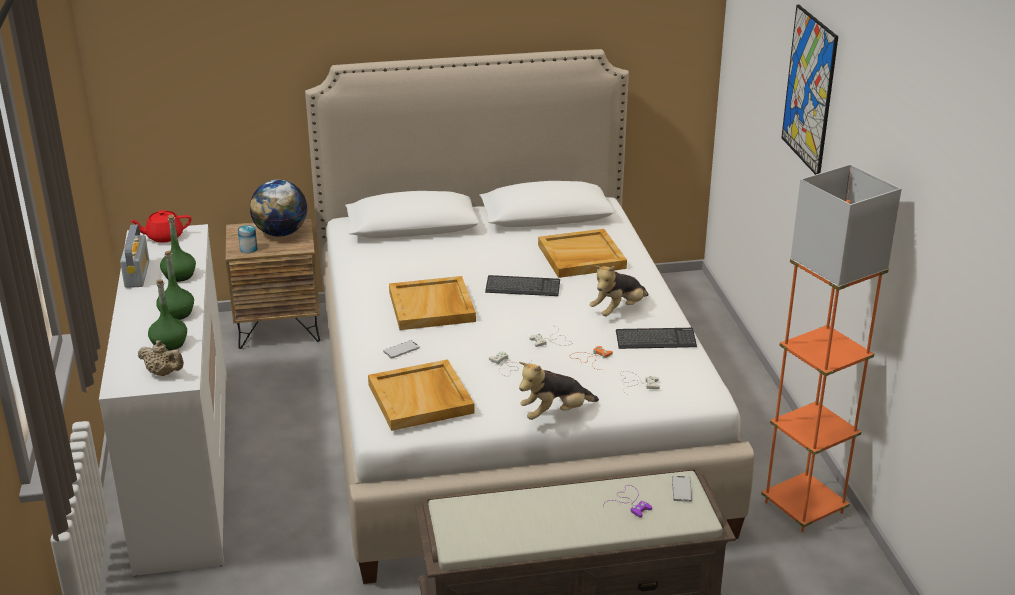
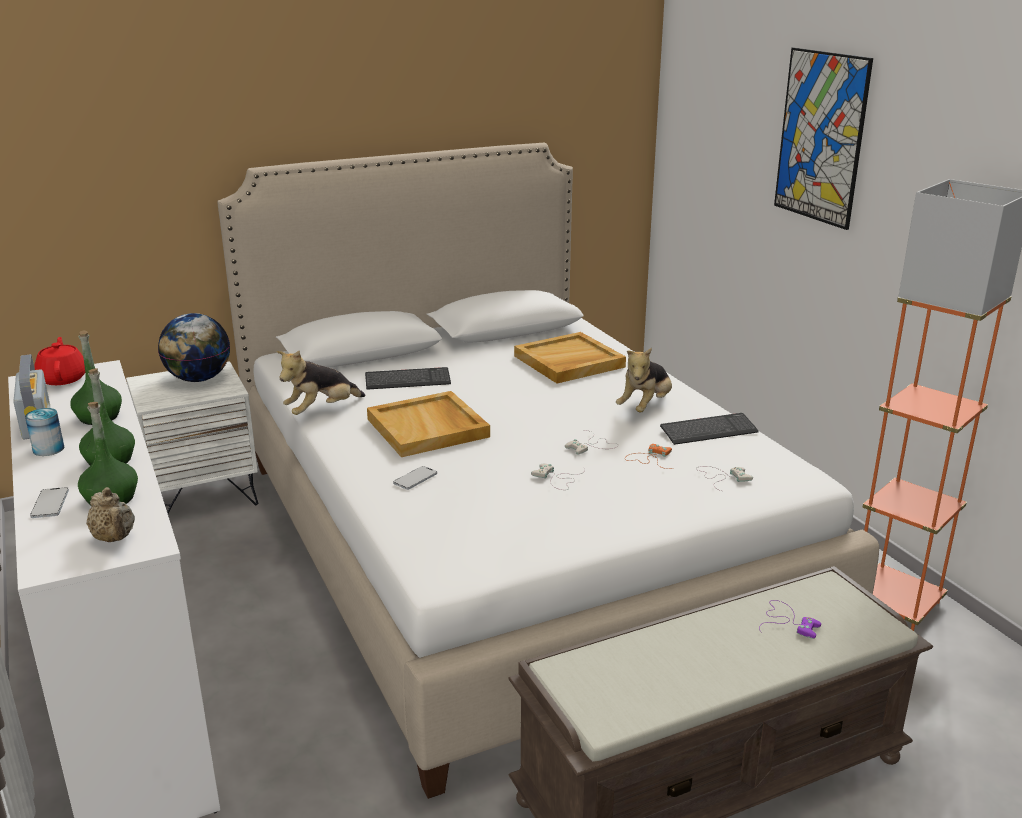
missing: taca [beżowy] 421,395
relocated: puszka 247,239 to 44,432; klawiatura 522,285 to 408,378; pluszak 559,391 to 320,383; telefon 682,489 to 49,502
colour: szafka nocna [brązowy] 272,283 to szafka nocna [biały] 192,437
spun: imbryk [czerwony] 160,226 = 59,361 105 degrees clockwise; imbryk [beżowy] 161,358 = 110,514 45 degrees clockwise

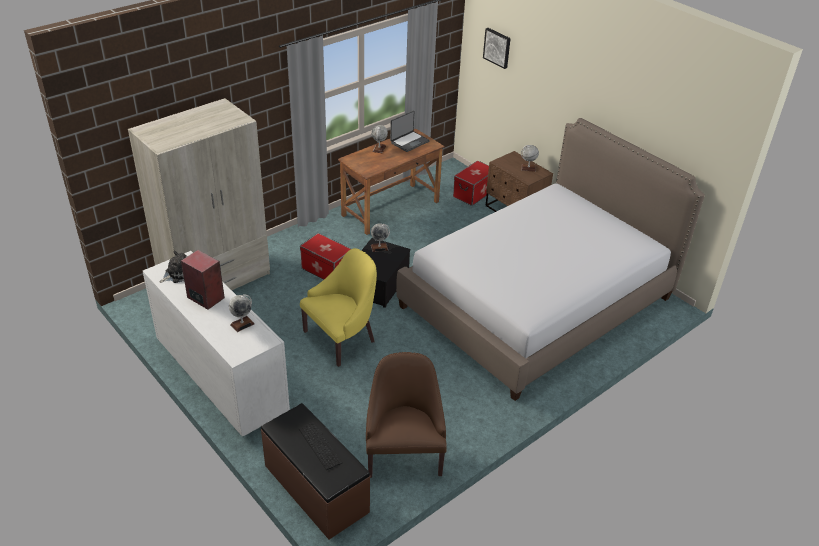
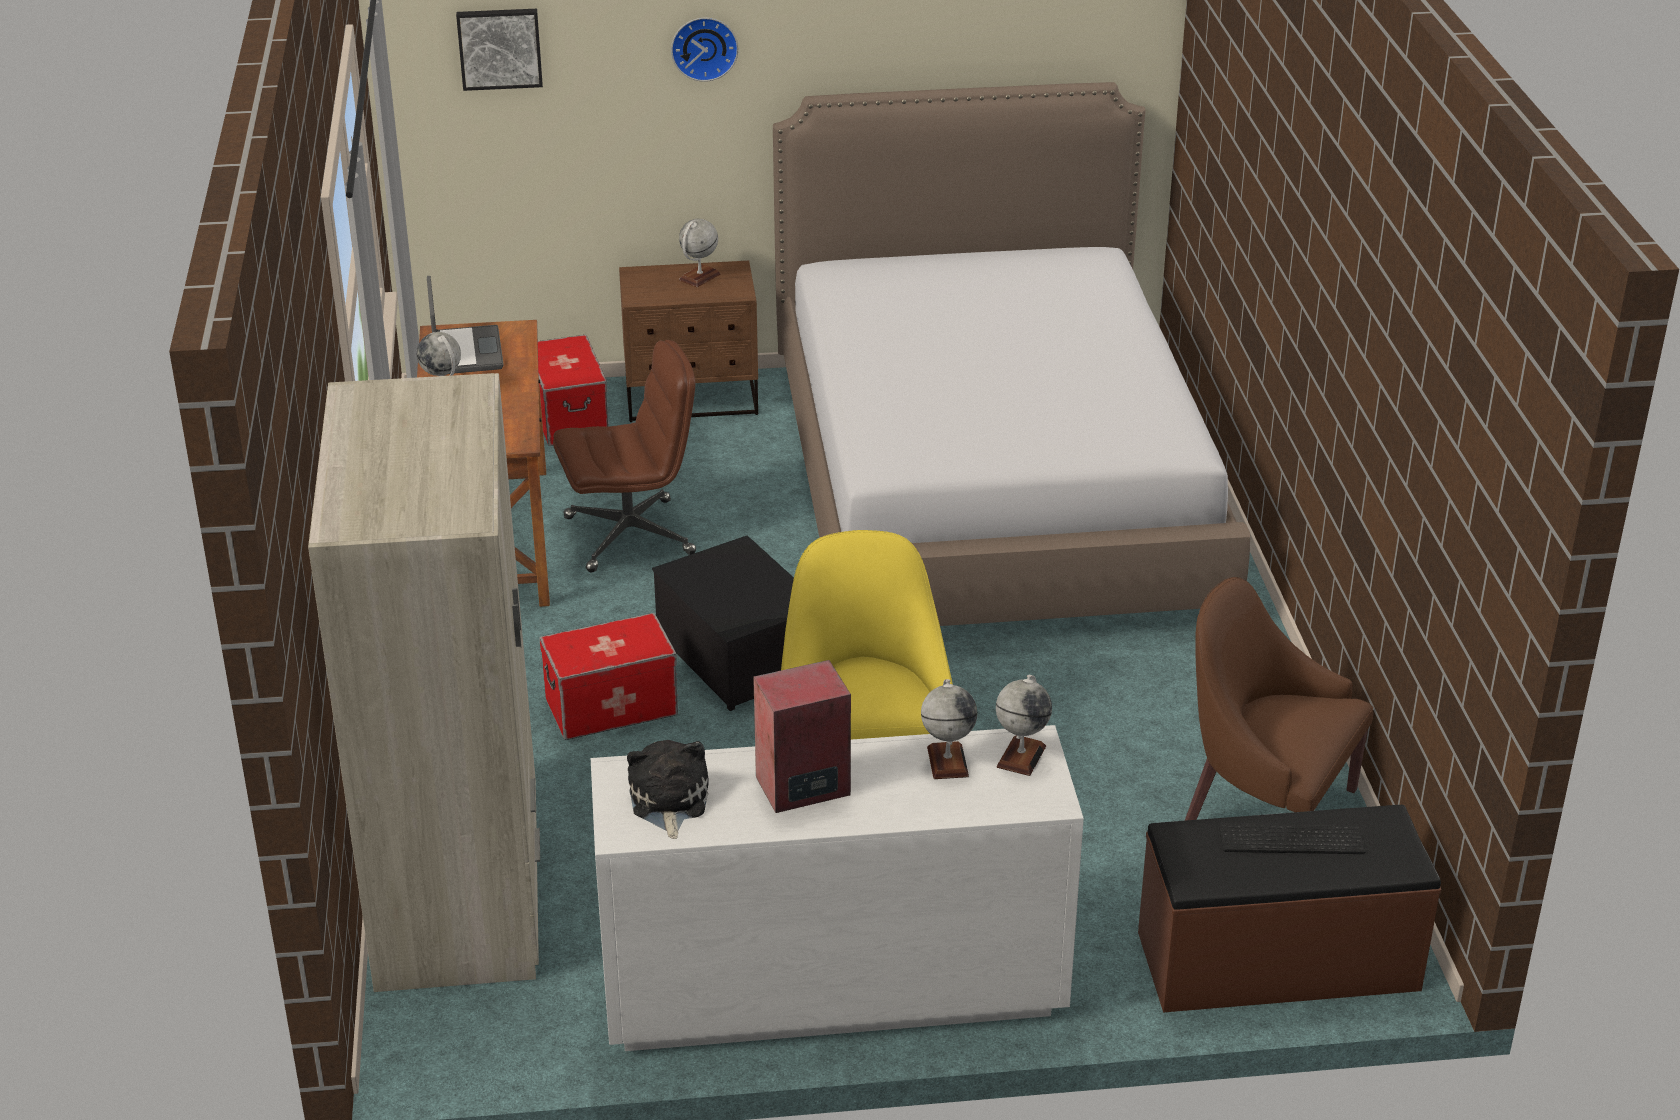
appeared: zegar ścienny 704,50; krzesło biurowe [brązowy] 624,456
relocated: globus 380,237 to 1024,725

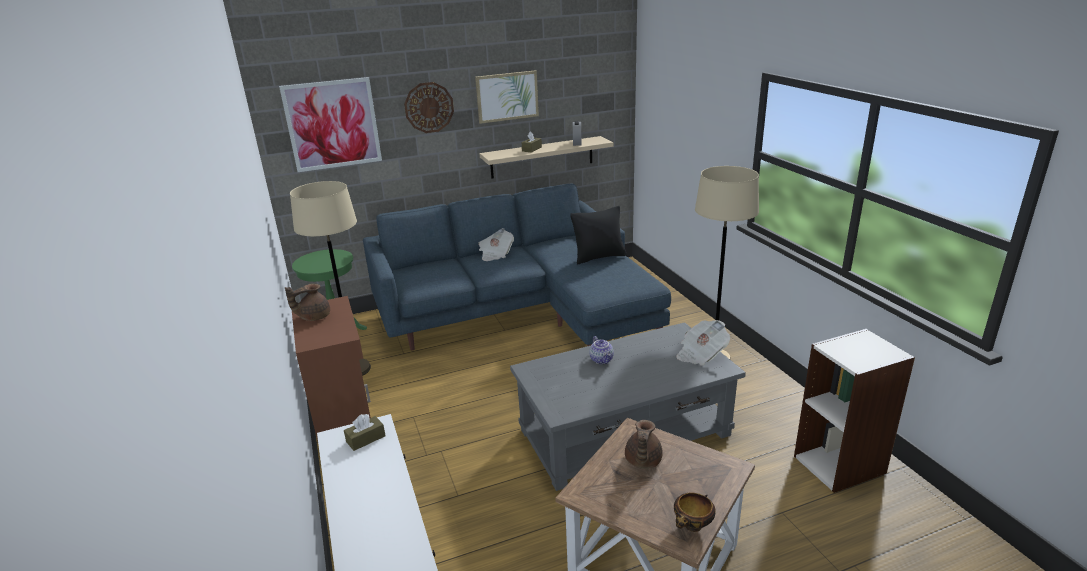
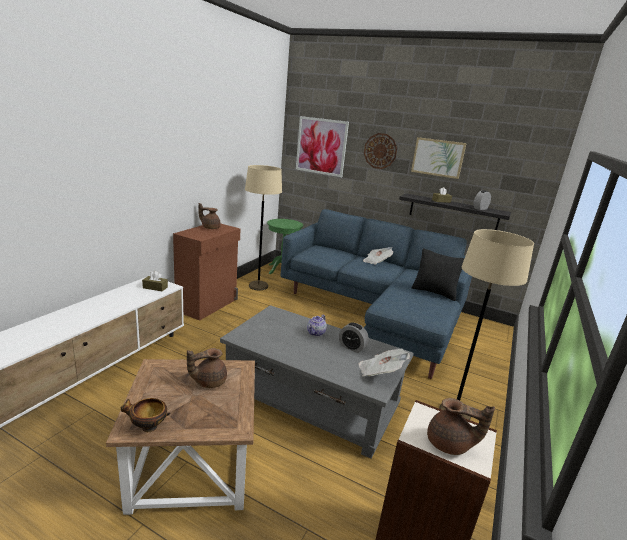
appeared: budzik 354,337; imbryk [brązowy] 461,426
colour: półka [beżowy] 546,157 to półka [czarny] 455,211

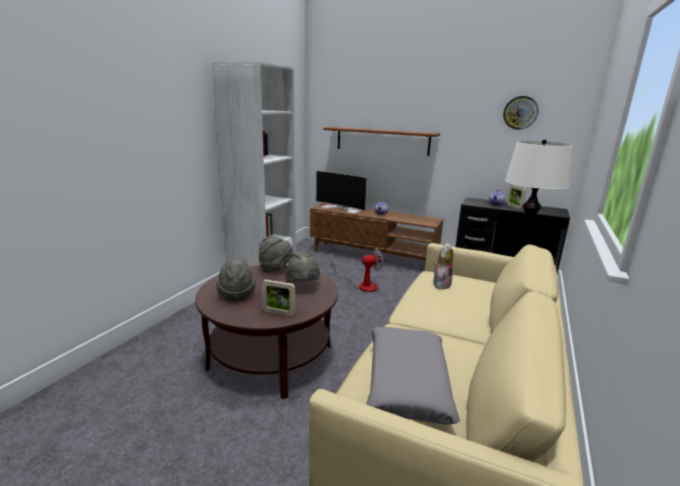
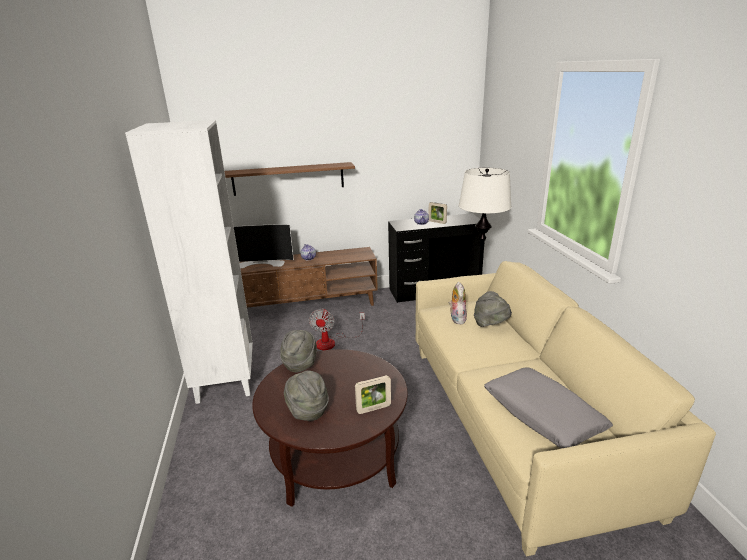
missing: zegar ścienny 520,113
relocated: kapelusz [szary] 302,267 to 493,309
spun: wentylator 357,270 = 337,329 150 degrees clockwise

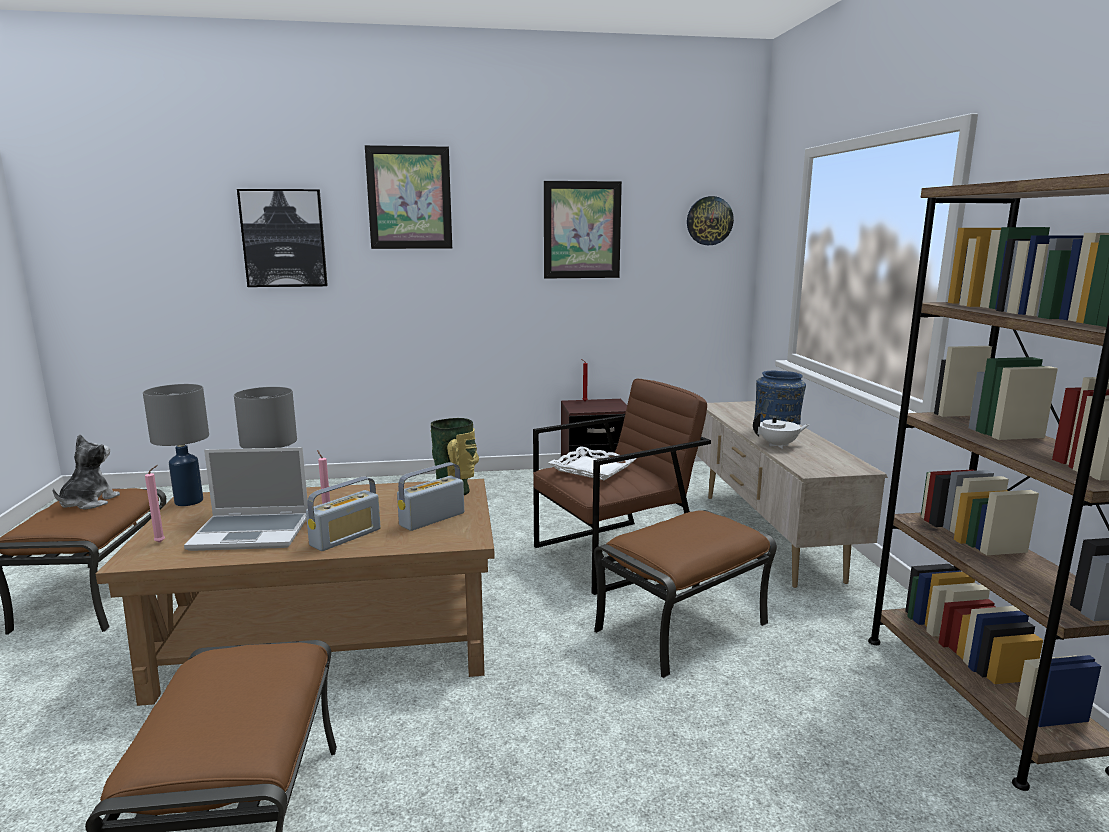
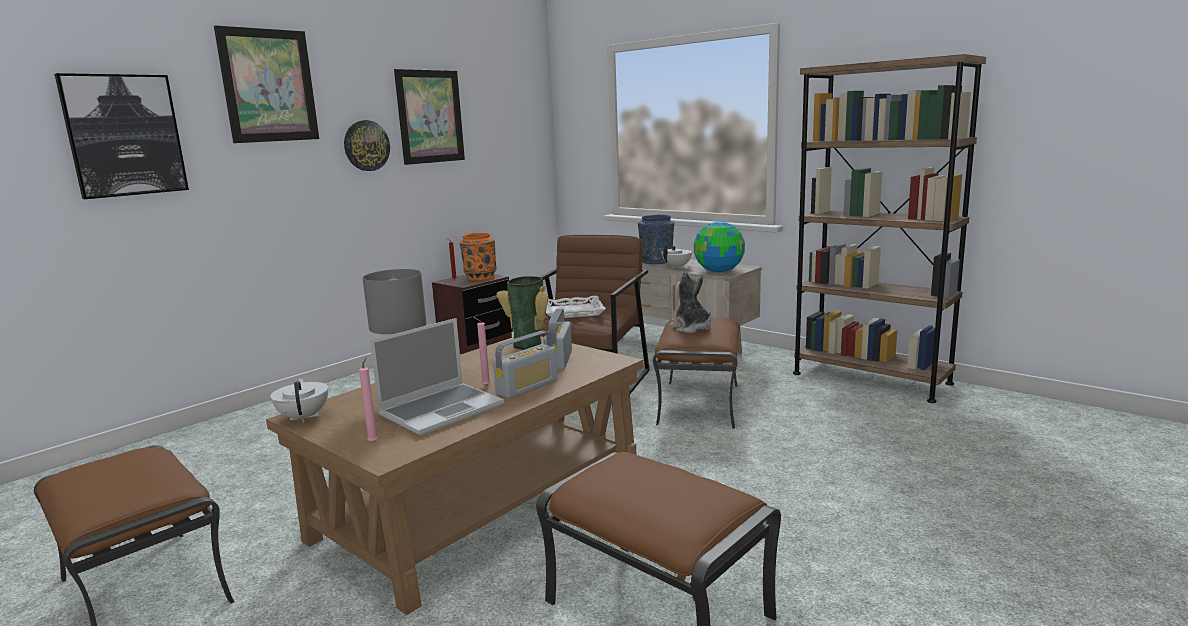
appeared: globus 719,247; wazon [pomarańczowy] 478,257
relocated: zegar ścienny 710,220 to 367,145; pluszak 86,472 to 690,302
exchanged: lampa stołowa [szary] 176,445 to imbryk [biały] 299,400
spun: radio 343,513 = 525,364 45 degrees clockwise

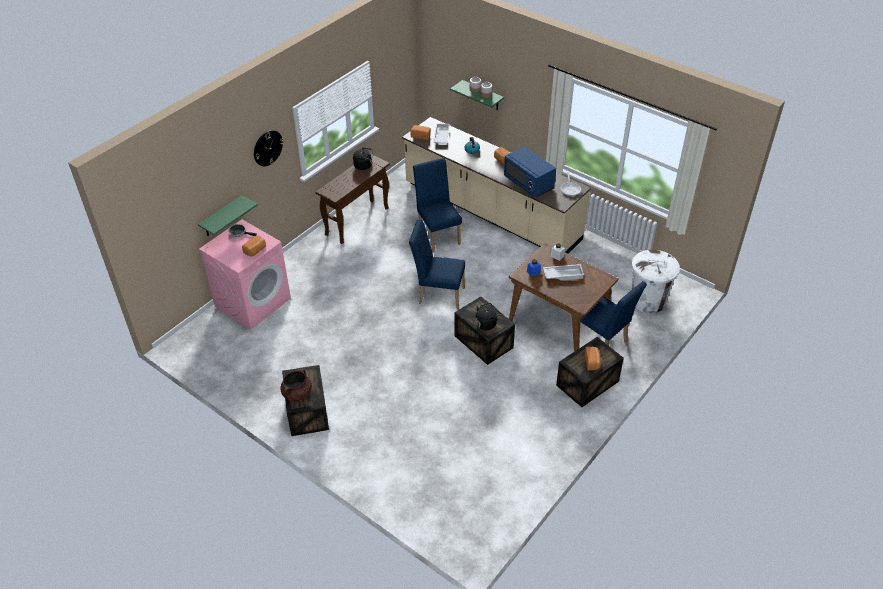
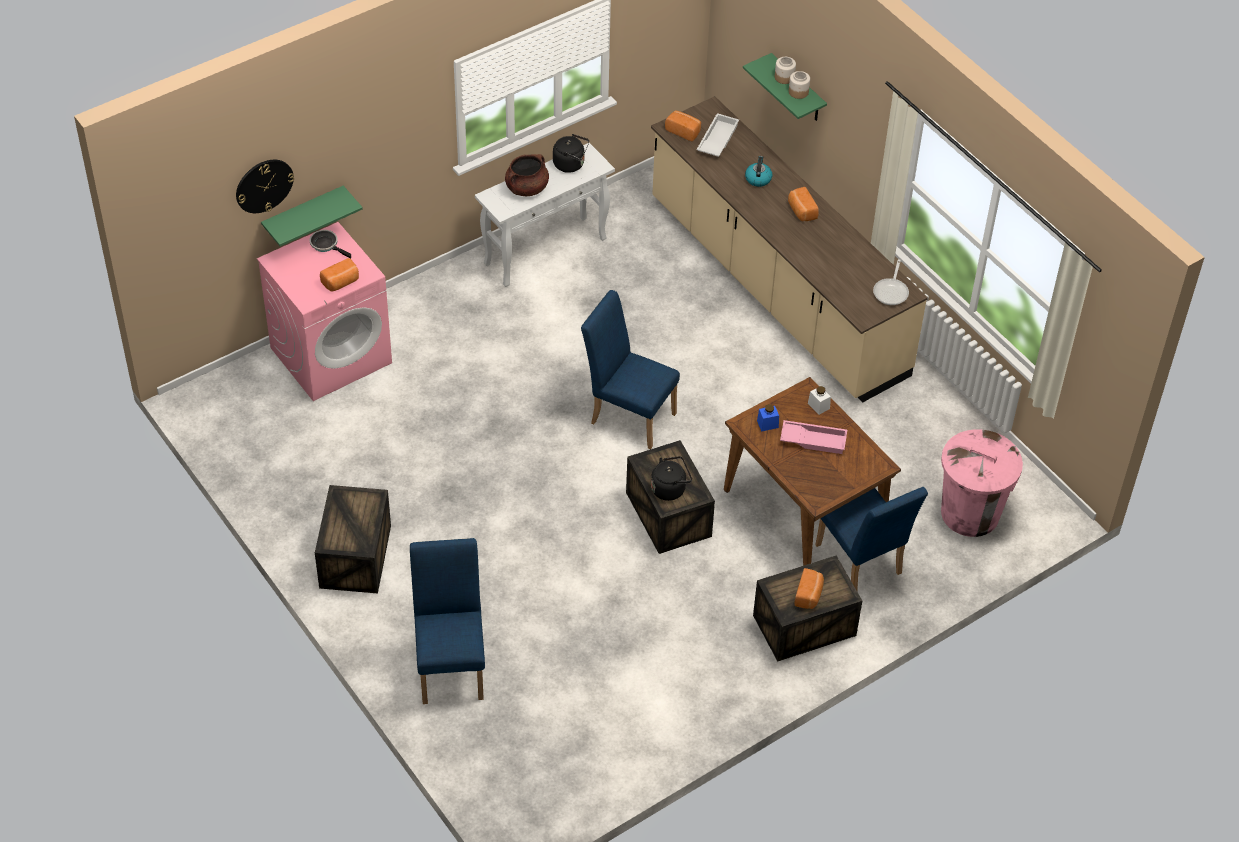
missing: mikrofalówka [niebieski] 530,172
relocated: zegar ścienny 268,148 to 265,186; krzesło [niebieski] 437,205 to 447,621; garnek [brązowy] 296,385 to 527,175
colour: stolik konsolowy [brązowy] 352,199 to stolik konsolowy [biały] 545,215; kosz na śmieci [biały] 655,281 to kosz na śmieci [różowy] 982,483; taca [biały] 563,272 to taca [różowy] 813,437

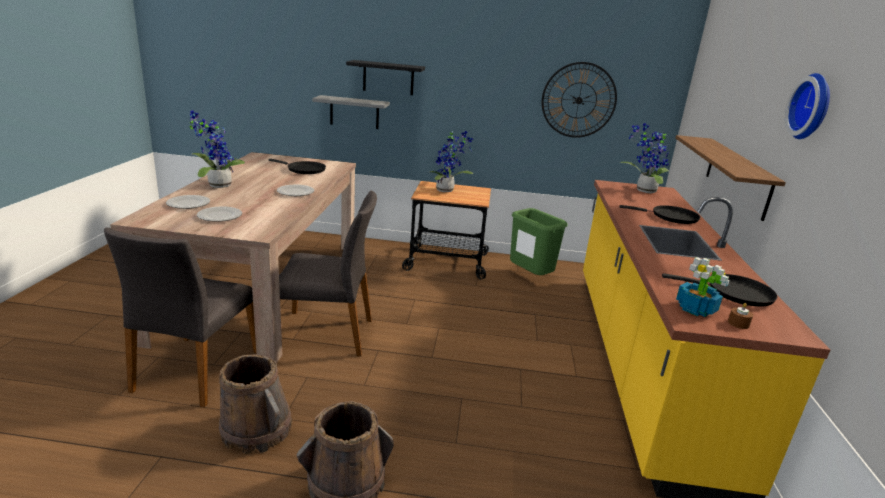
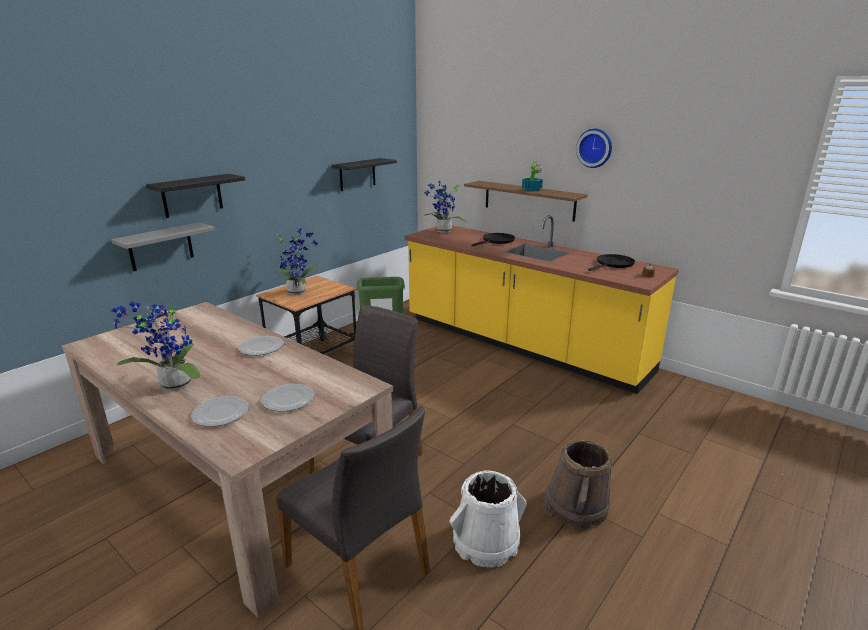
missing: patelnia [czarny] 297,166
relocated: roślina doniczkowa 703,287 to 532,176
exchanged: zegar ścienny 579,100 to półka [czarny] 364,174
colour: wiadro [brązowy] 255,404 to wiadro [biały] 488,519

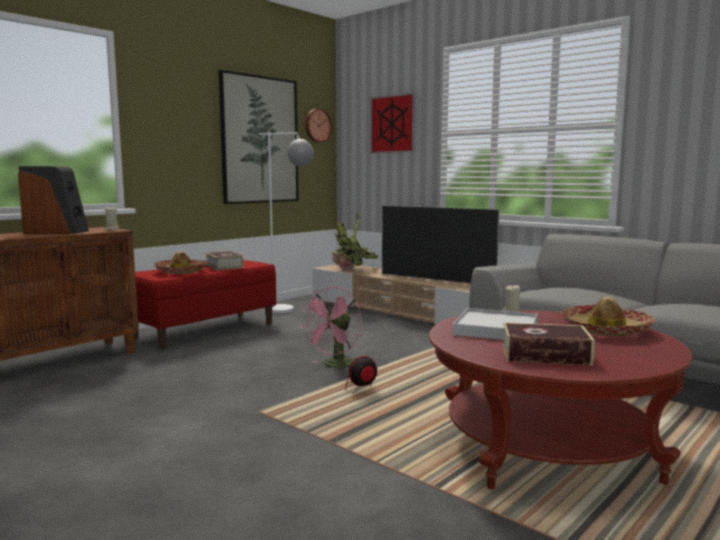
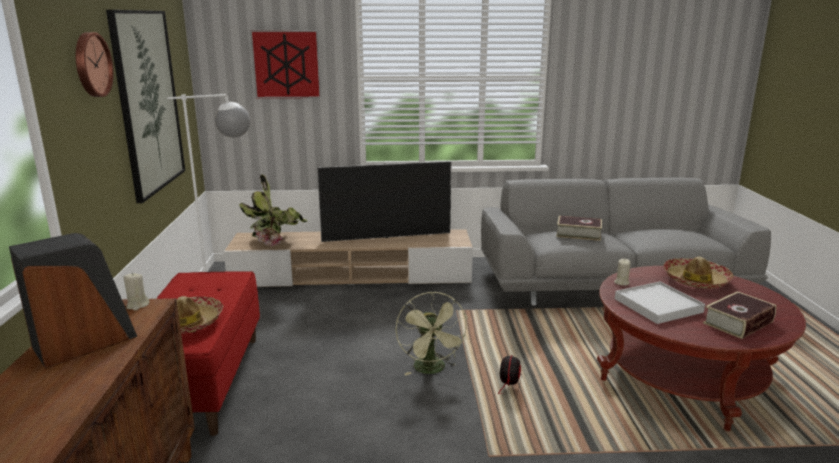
relocated: zegar ścienny 318,125 to 95,64; książka 224,260 to 579,228
colour: wentylator [różowy] 331,327 to wentylator [zielony] 431,333

